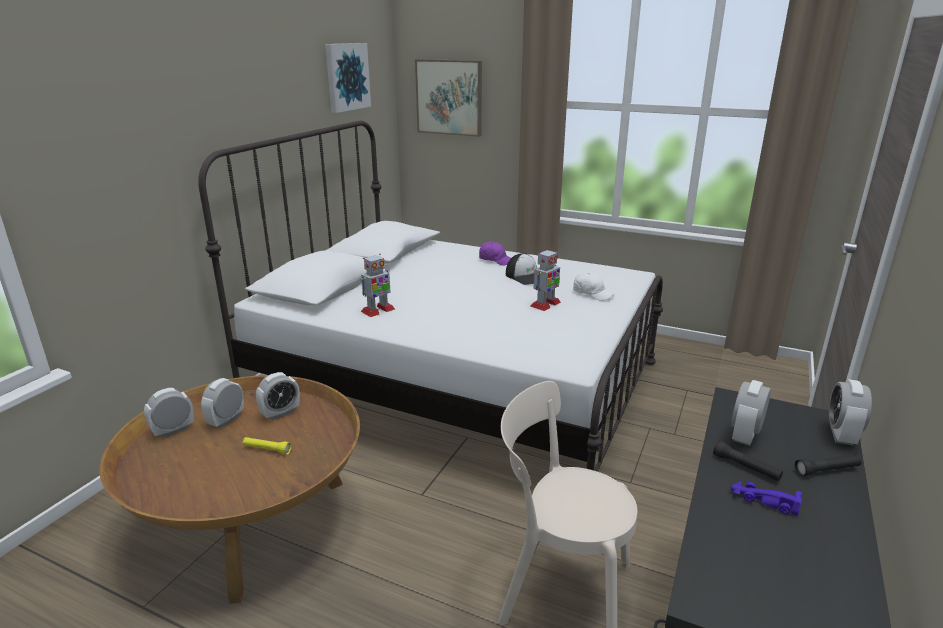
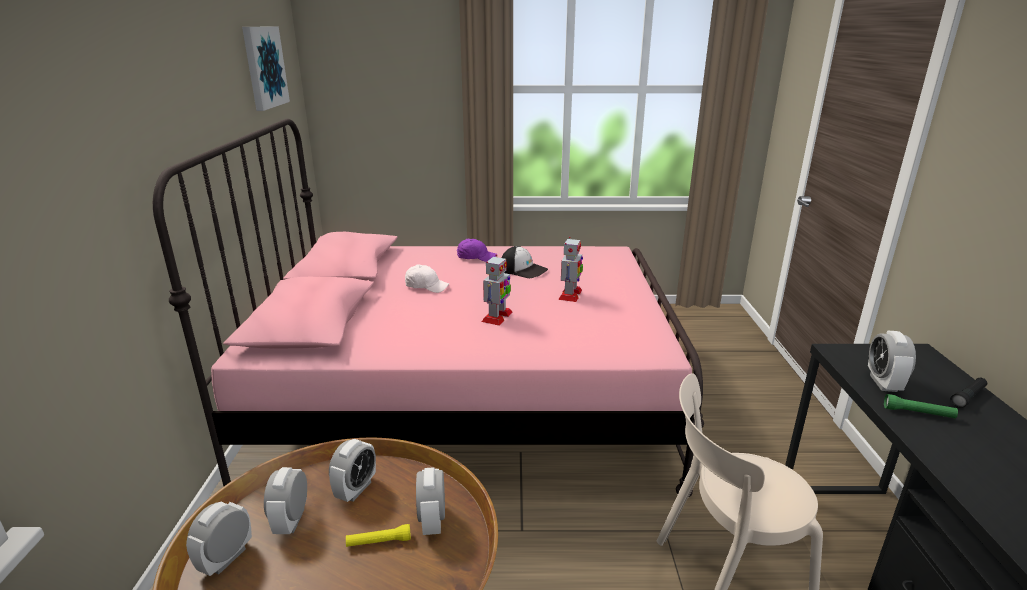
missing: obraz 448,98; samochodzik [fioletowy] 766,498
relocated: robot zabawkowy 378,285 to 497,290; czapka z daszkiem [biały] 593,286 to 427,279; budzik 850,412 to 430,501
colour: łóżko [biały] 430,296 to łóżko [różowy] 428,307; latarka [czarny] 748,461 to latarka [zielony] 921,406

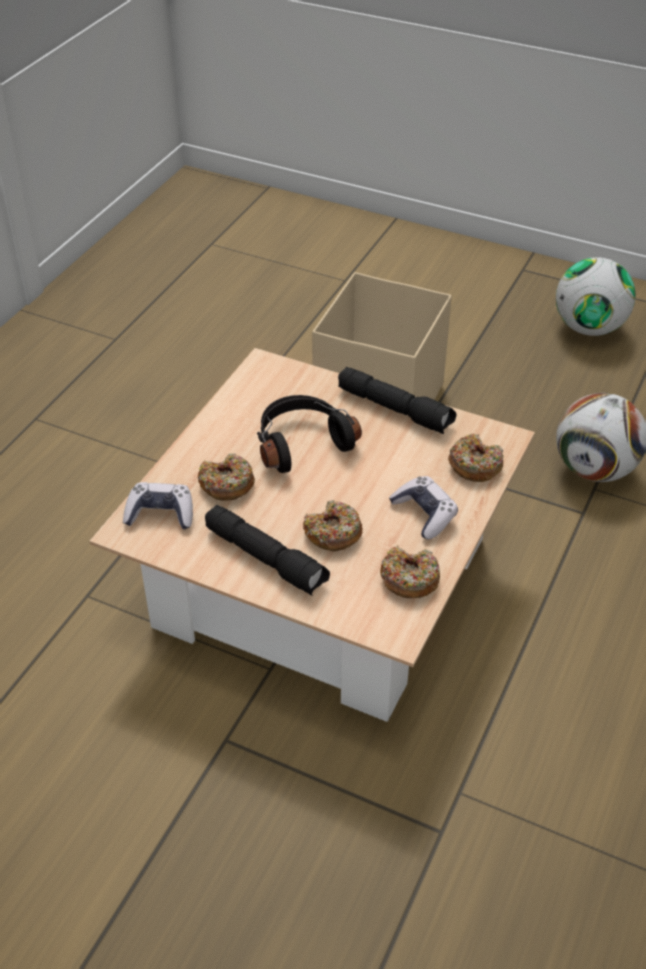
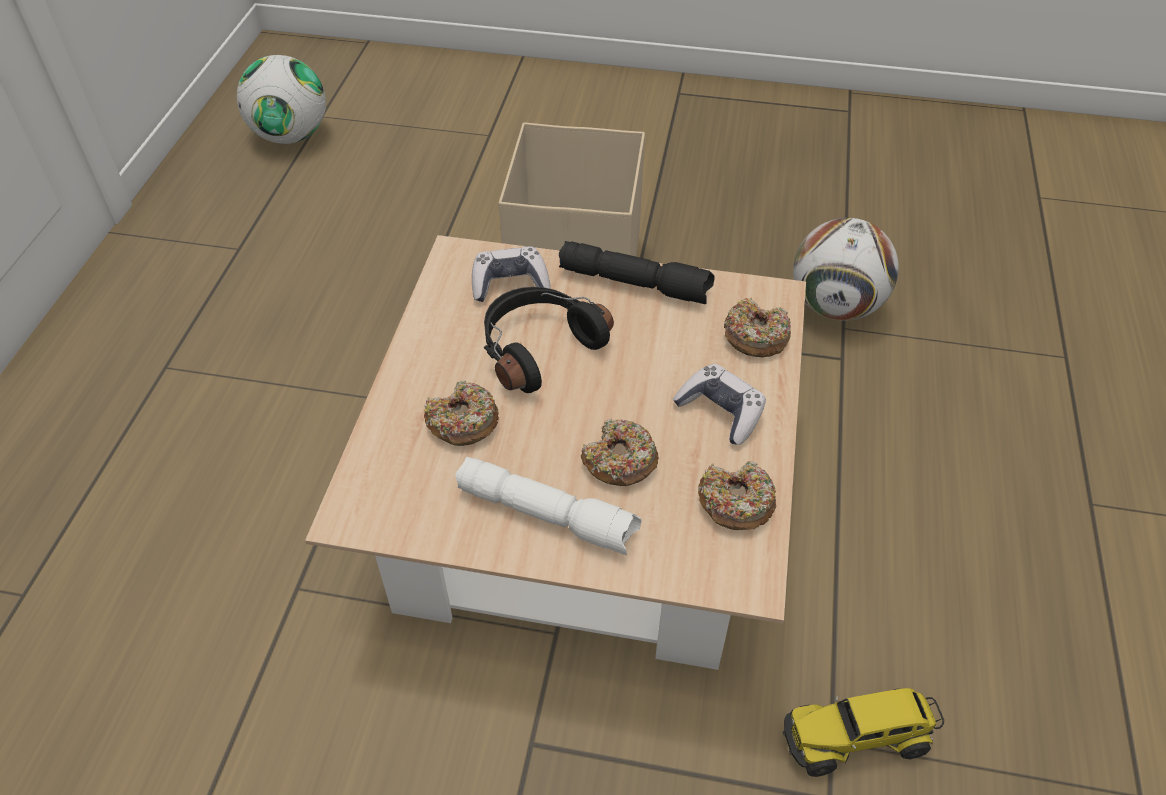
appeared: ciężarówka zabawkowa 863,732
relocated: piłka futbolowa 595,296 to 281,99; pad do gier 158,506 to 511,274
colour: latarka [czarny] 267,550 to latarka [biały] 548,506

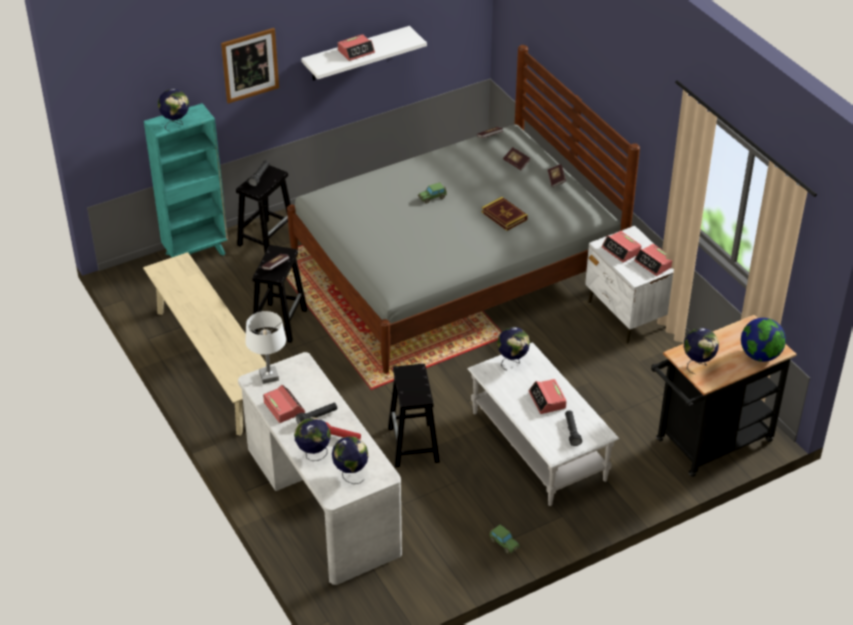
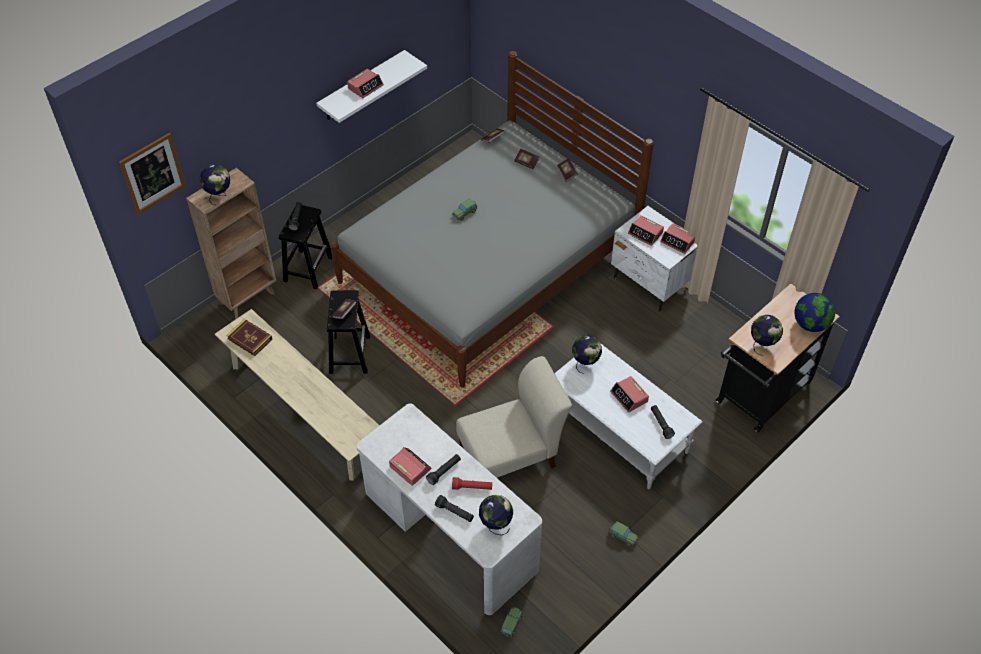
missing: lampa stołowa [biały] 265,347
appeared: samochodzik 512,622
relocated: obraz 250,66 to 152,174; książka 505,214 to 249,337
exchanged: stołek [czarny] 414,415 to krzesło [beżowy] 514,417; globus 312,439 to latarka [czarny] 454,508
colour: regał [turkusowy] 186,180 to regał [brązowy] 231,243

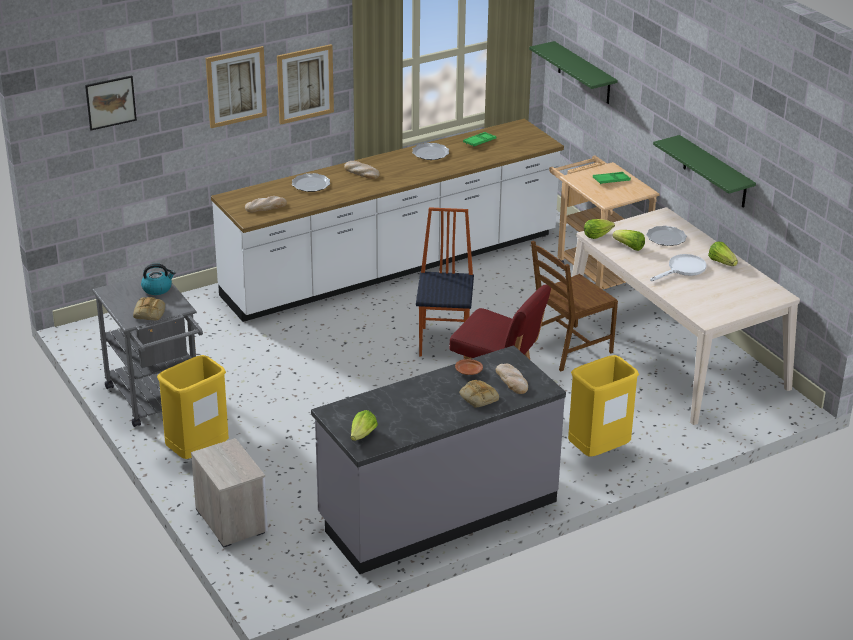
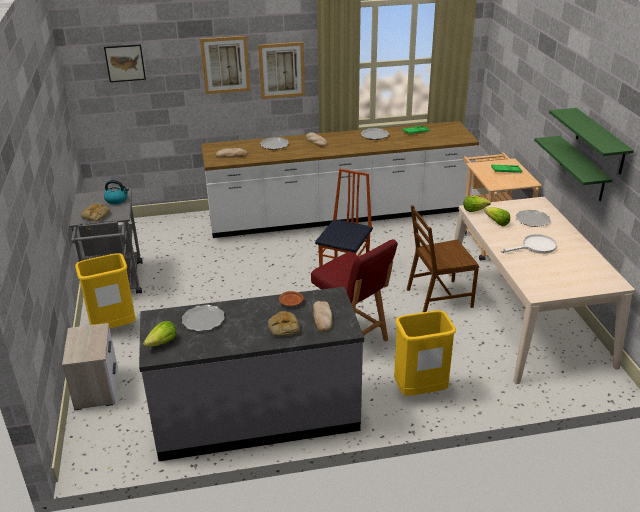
missing: sałata 723,254
appeared: talerz 203,318
relocated: półka [zielony] 573,72 to 591,141

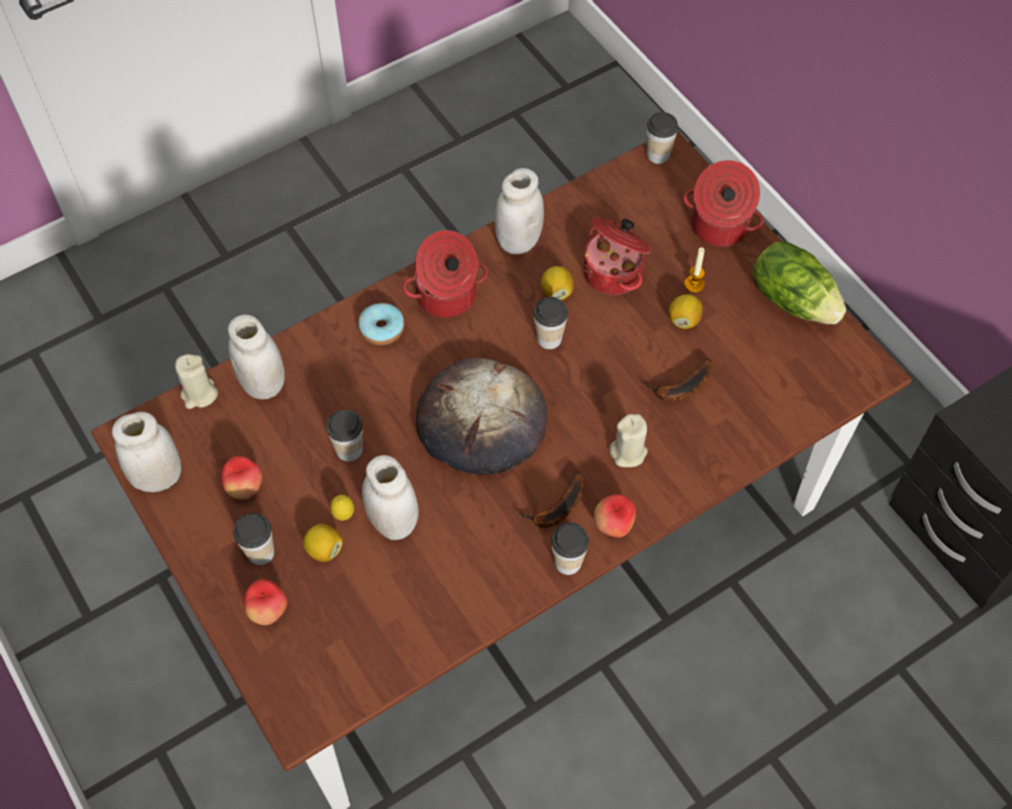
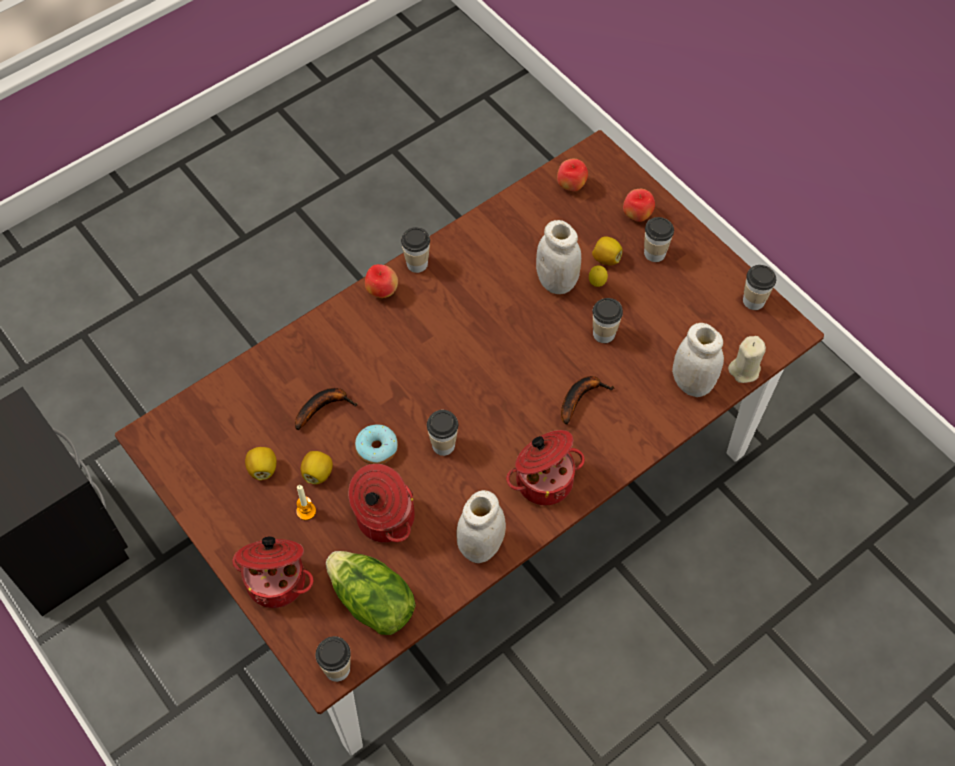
missing: chleb 481,416; świeca [beżowy] 628,440
relocated: sałata 799,283 to 371,593; cytryna 557,283 to 261,463; donut 381,324 to 376,444; jabłko 242,478 to 572,175; banan 550,499 to 588,400
exchanged: słoik [biały] 146,452 to filiżanka 759,287

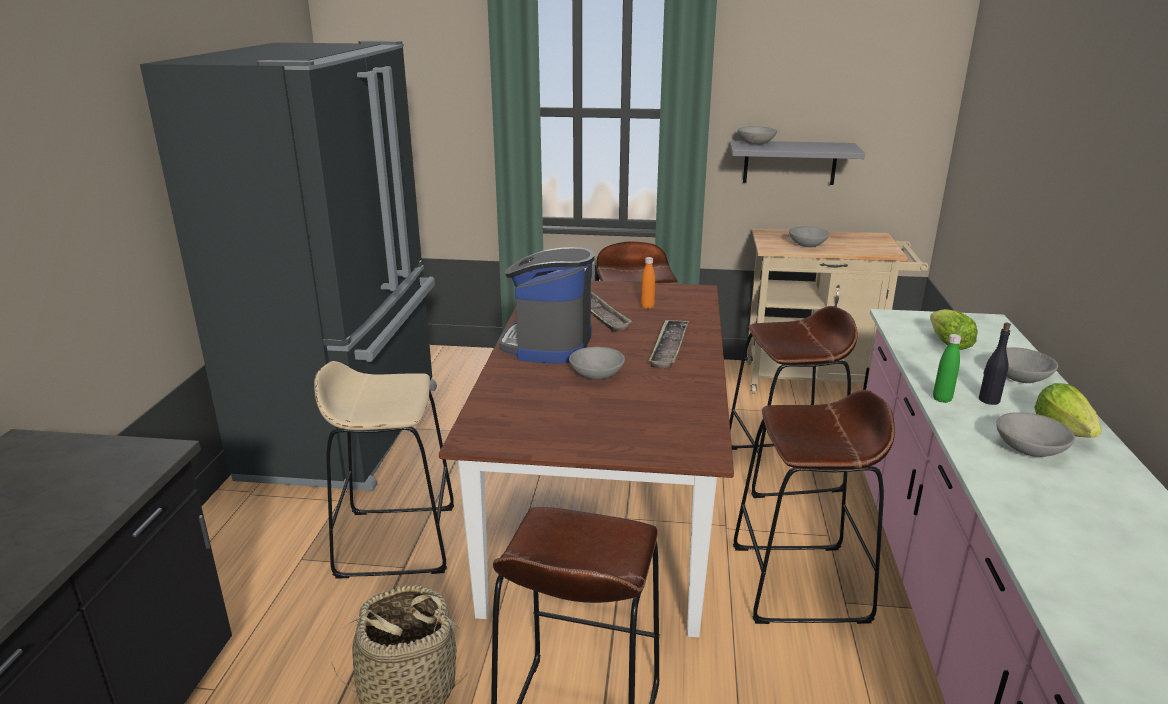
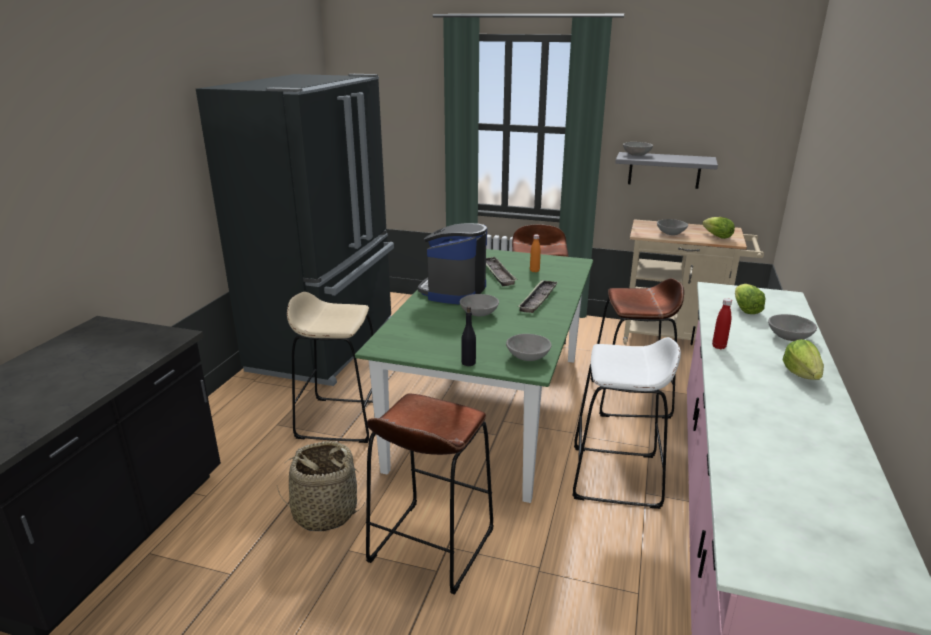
appeared: sałata 718,228
relocated: butelka [czarny] 995,364 to 469,336; miska [szary] 1035,434 to 528,347
colour: stół jadalny [brązowy] 586,458 to stół jadalny [zielony] 474,376; butelka [zielony] 947,368 to butelka [czerwony] 722,323; stołek [brązowy] 814,507 to stołek [biały] 627,423

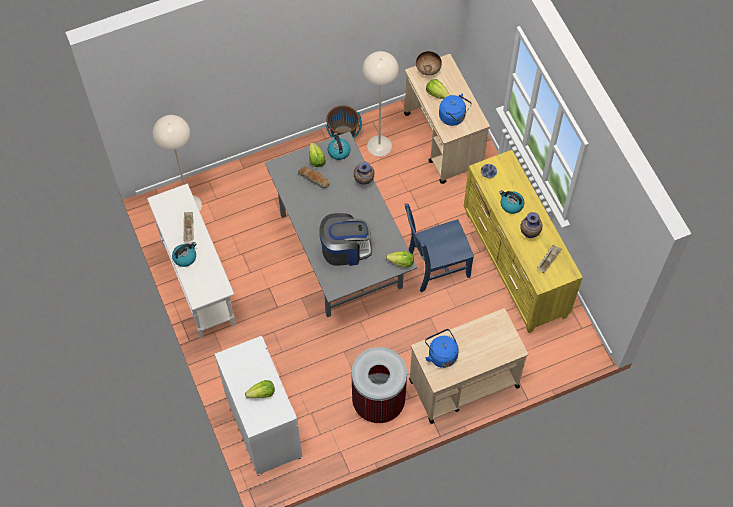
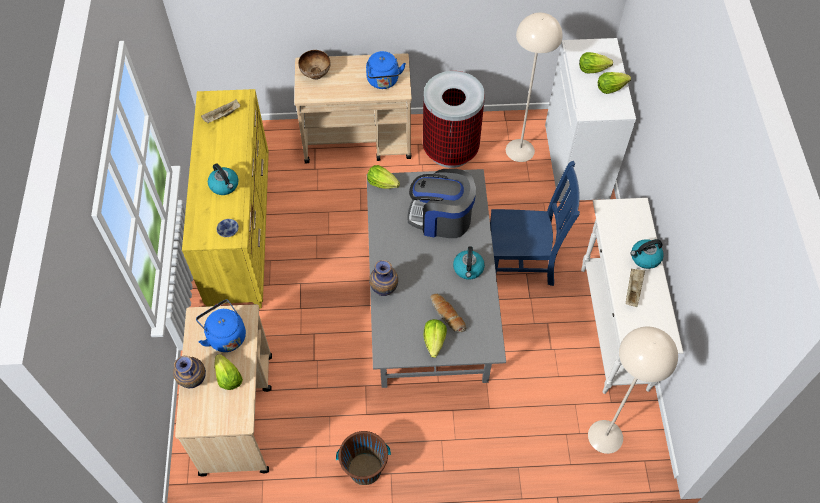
appeared: sałata 614,83
relocated: lampa stojąca [beżowy] 380,104 to 534,87; miska 429,63 to 314,65; czajnik 339,146 to 469,263; krzesło [niebieski] 439,248 to 535,223; wazon 531,225 to 189,372

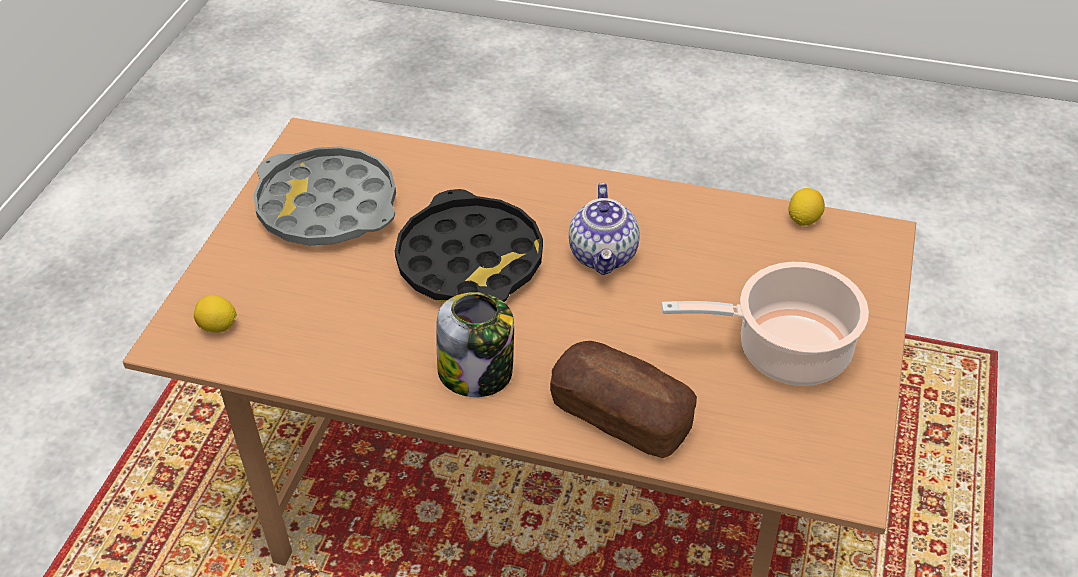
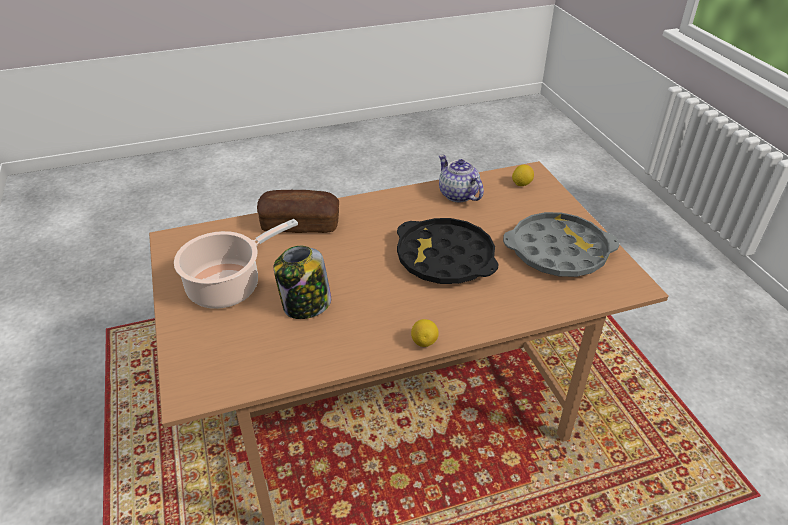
relocated: imbryk 604,229 to 461,178; cytryna 806,207 to 425,333; słoik 475,344 to 302,282

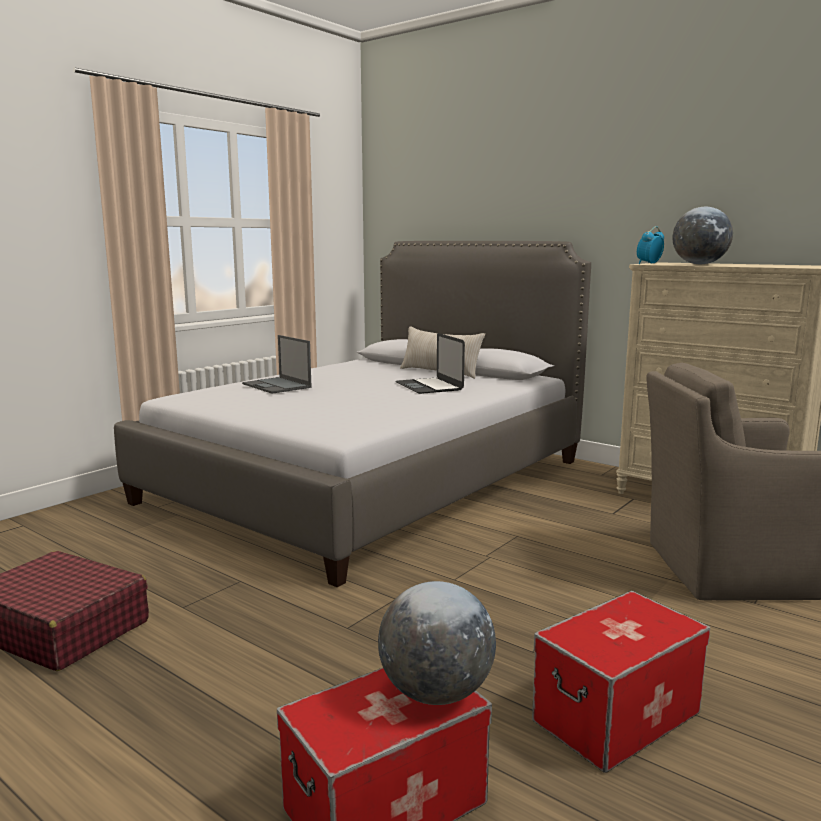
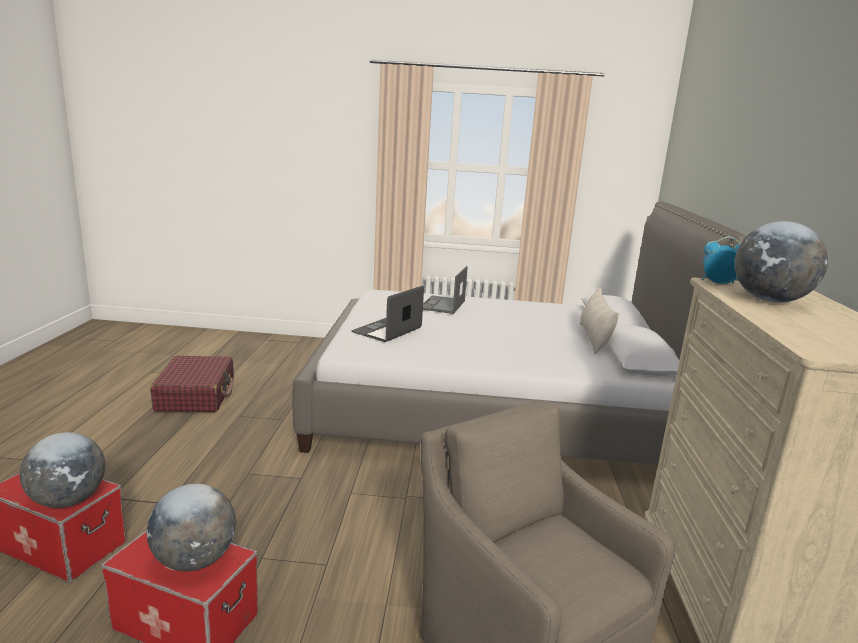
appeared: globus 191,527
relocated: laptop 430,363 to 387,314

